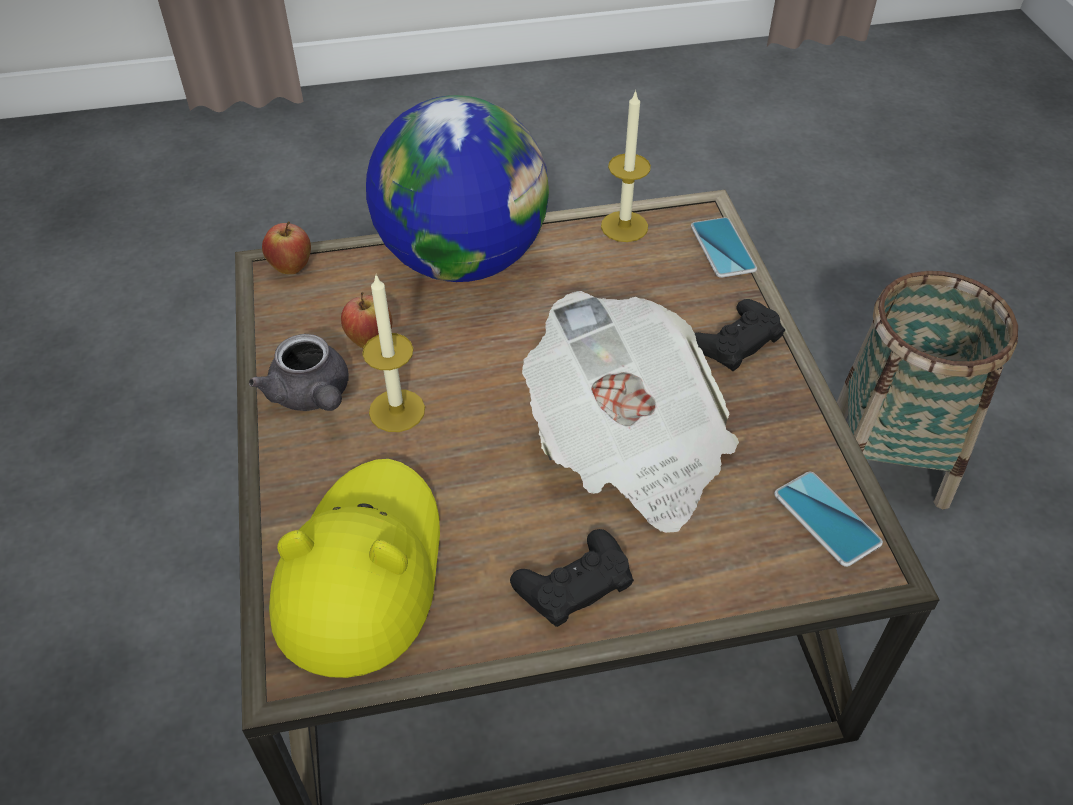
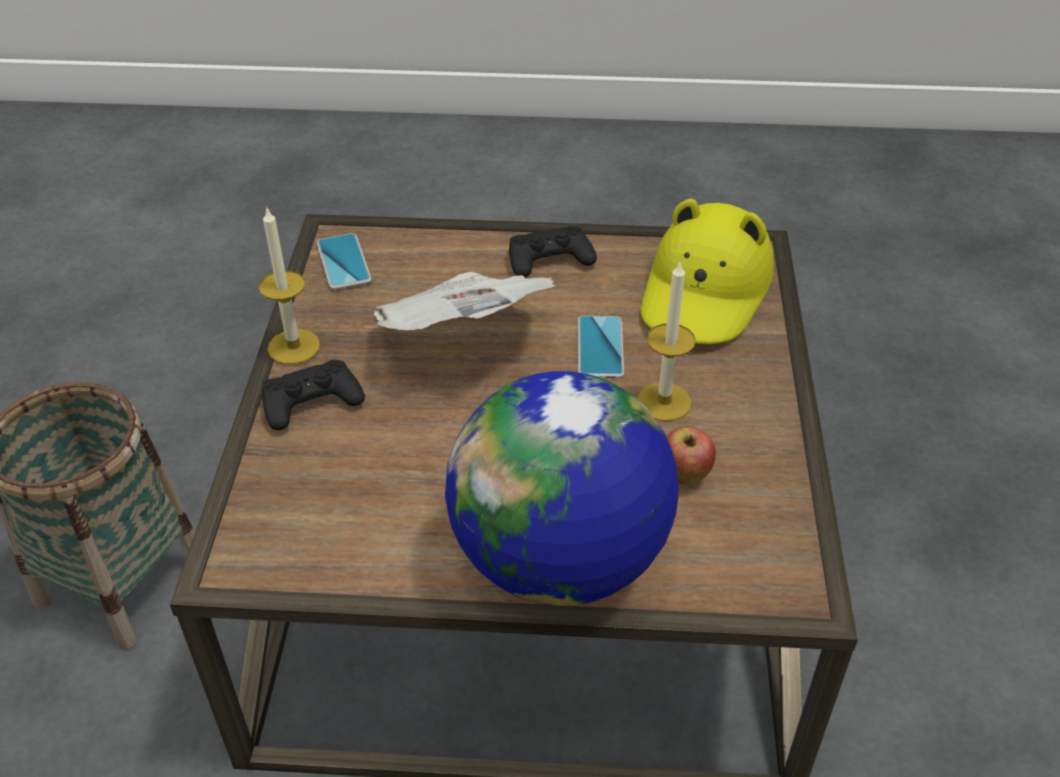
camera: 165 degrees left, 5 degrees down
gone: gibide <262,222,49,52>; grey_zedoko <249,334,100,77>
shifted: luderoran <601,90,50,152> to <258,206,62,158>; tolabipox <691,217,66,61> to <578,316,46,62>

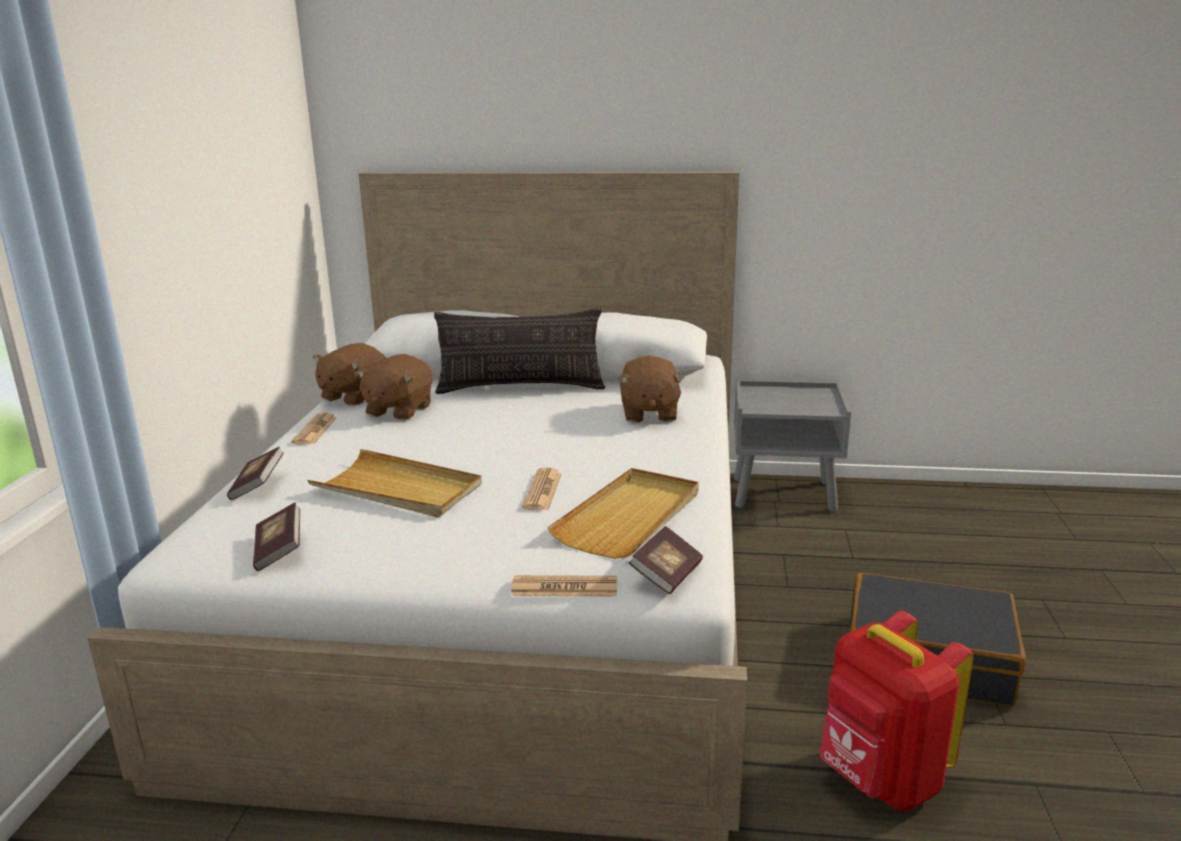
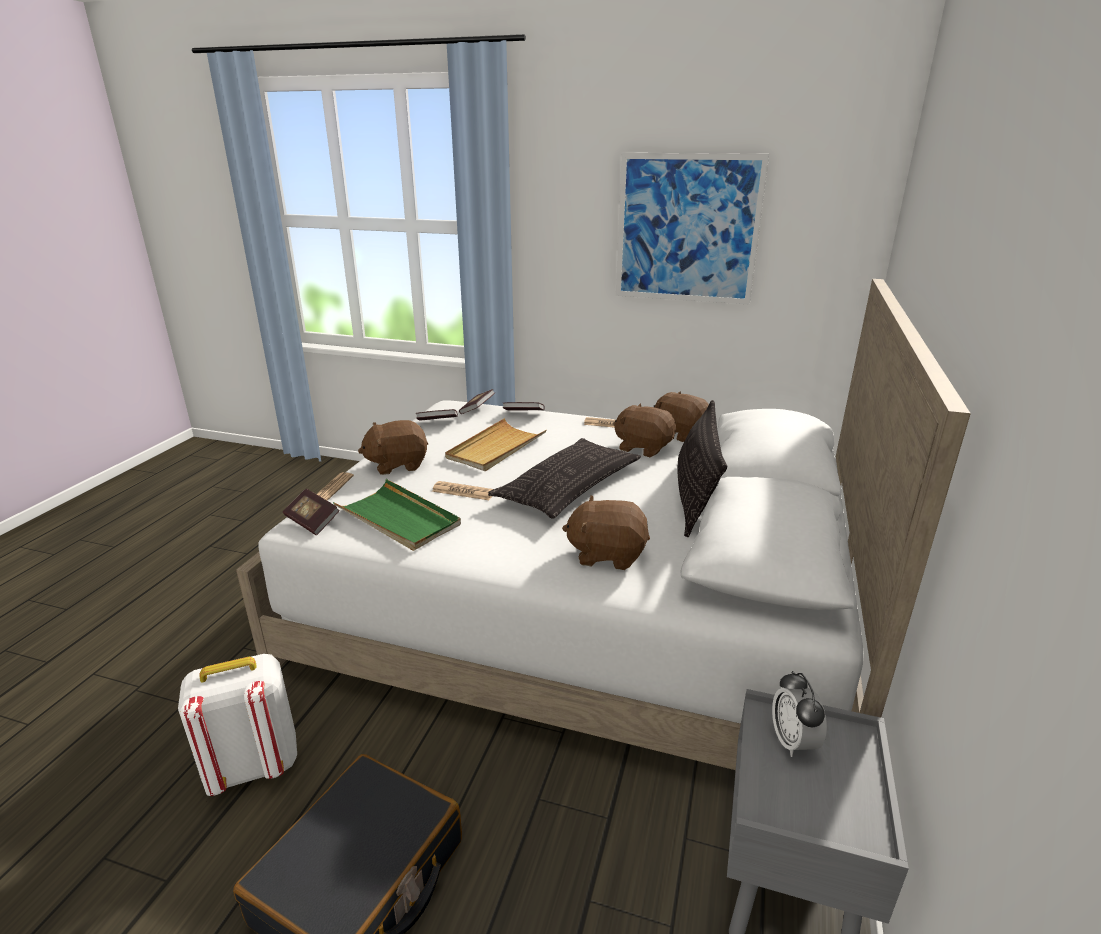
camera: 100 degrees right, 5 degrees up
new: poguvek <616,153,153,152>; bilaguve <459,389,36,25>; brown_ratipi <358,420,70,55>; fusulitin <488,438,153,81>; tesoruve <772,671,55,86>
repainted: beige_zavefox <548,468,151,91> to green_zavefox <333,479,128,72>; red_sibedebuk <820,611,154,200> to white_sibedebuk <178,654,119,142>

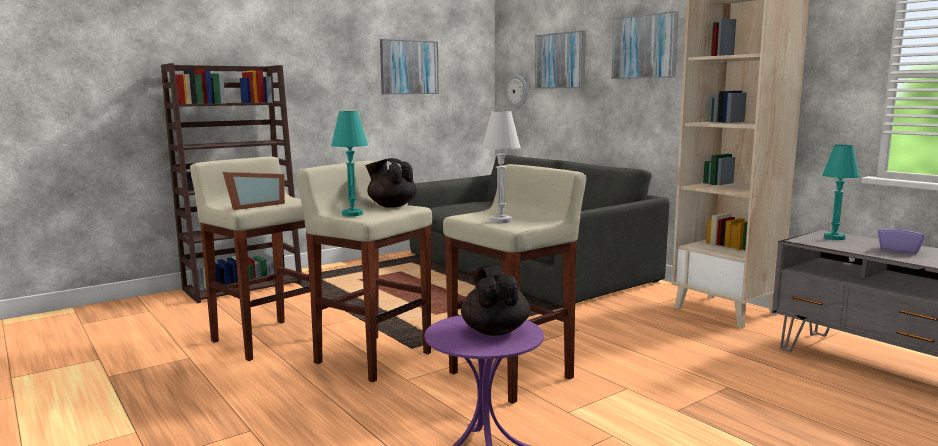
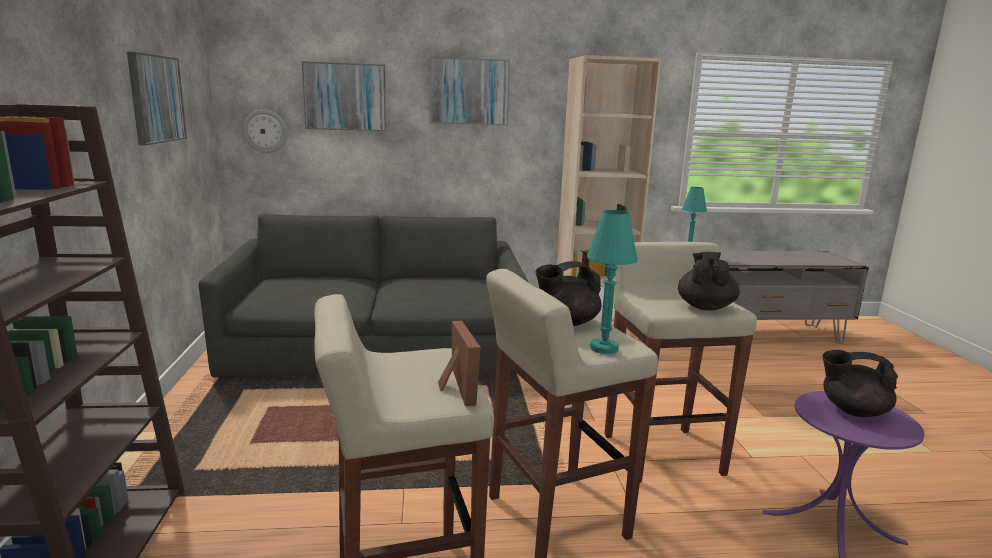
camera: 60 degrees left, 5 degrees up
gone: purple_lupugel <878,220,48,34>
swapped: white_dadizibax <482,111,39,112> to black_zedoko <678,252,62,58>

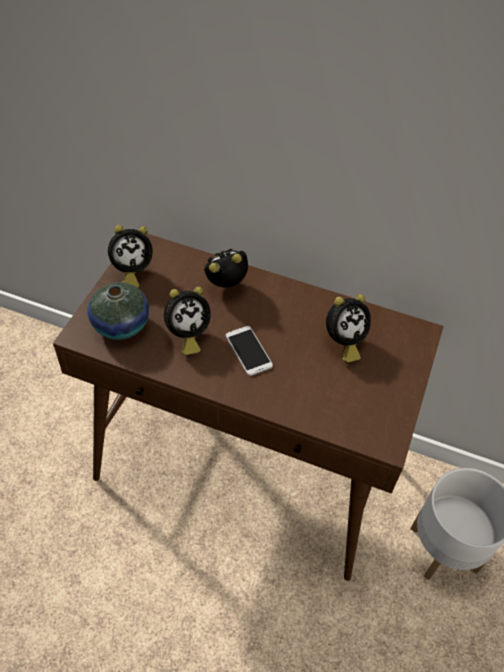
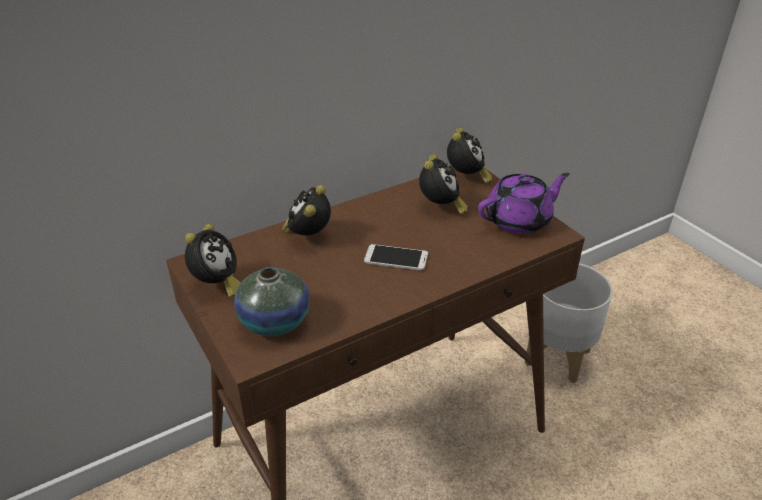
camera: 50 degrees left, 15 degrees down
new: purple_zedoko <478,173,92,61>
shifted: tesoruve <164,287,47,68> to <447,128,45,56>

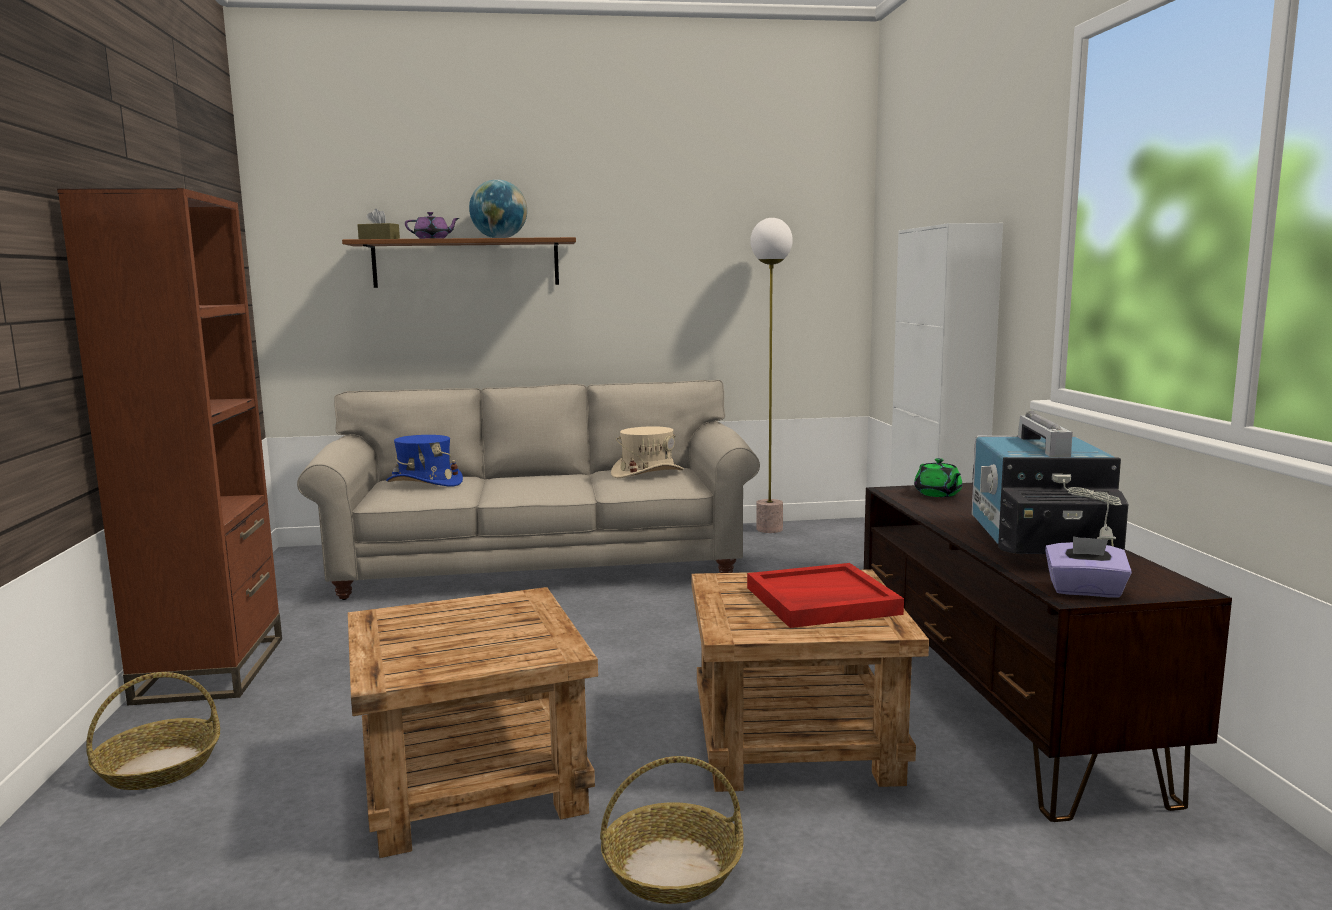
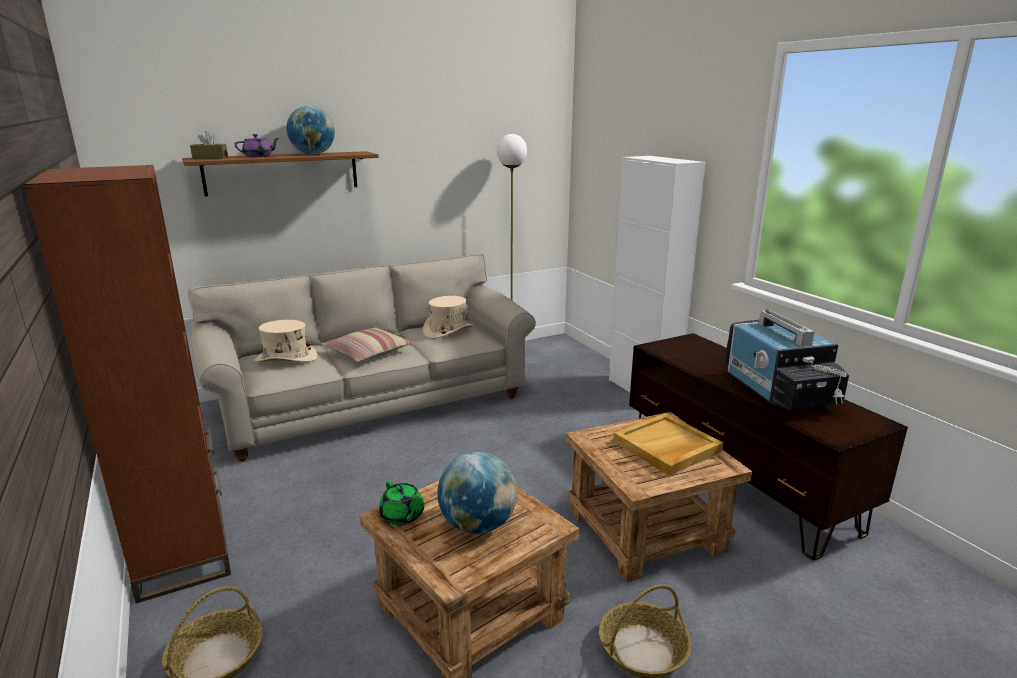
camera: 20 degrees left, 10 degrees up
gone: purple_lupugel <1045,536,87,61>
new: fusulitin <321,327,93,35>; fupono <437,452,80,82>
shifted: green_zedoko <914,458,48,39> to <379,481,45,44>
repainted: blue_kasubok <386,435,77,52> to beige_kasubok <255,320,62,42>; red_zavefox <747,563,157,65> to beige_zavefox <613,413,110,63>

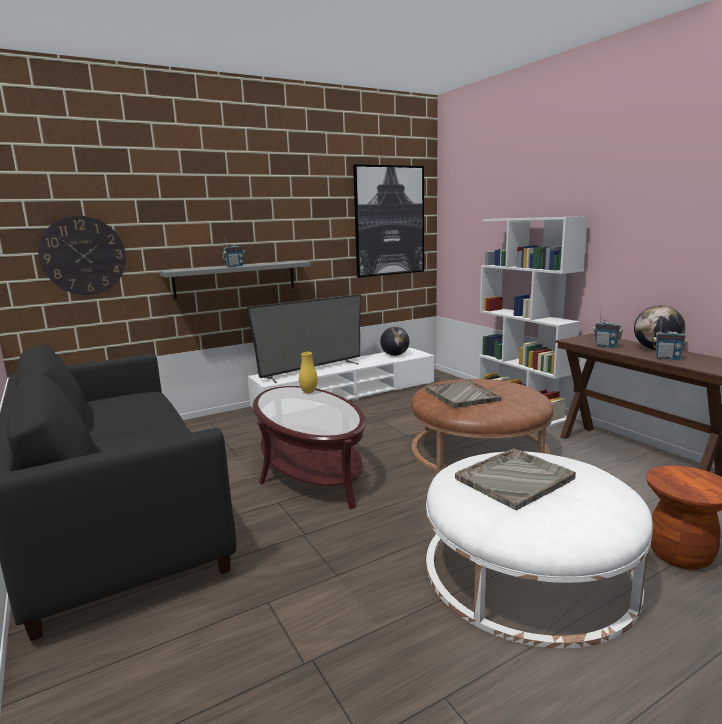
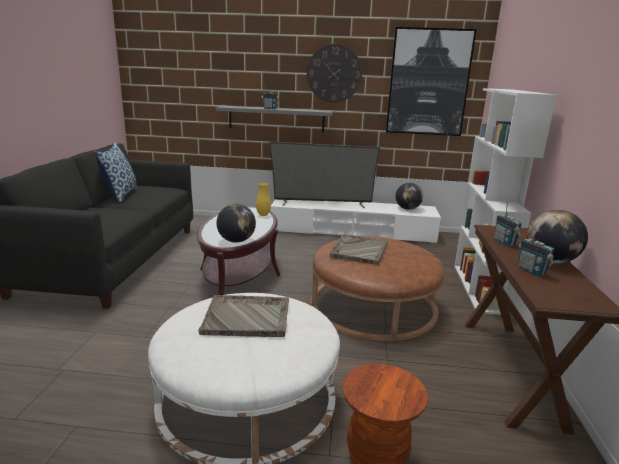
camera: 35 degrees right, 5 degrees up
new: fusulitin <94,142,43,60>; fupono <217,204,39,39>
shifted: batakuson <38,216,88,79> to <307,44,55,59>

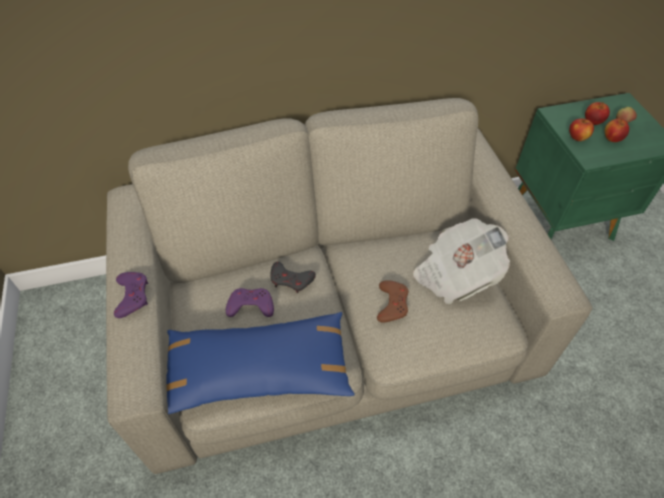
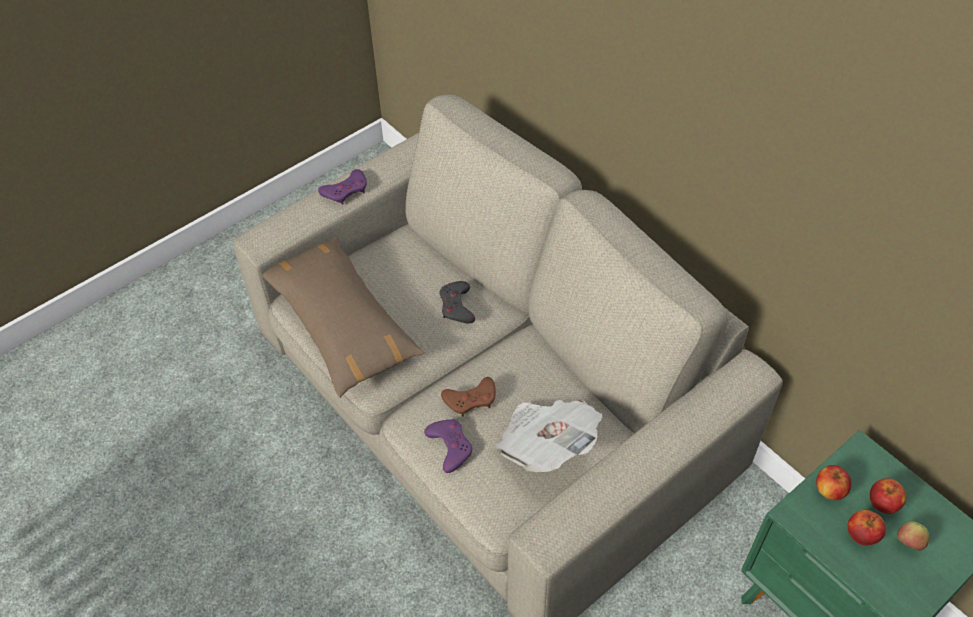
camera: 65 degrees right, 0 degrees up
shifted: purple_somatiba <226,288,48,29> to <424,420,49,53>
repainted: blue_fusulitin <166,312,189,102> to brown_fusulitin <262,236,163,162>

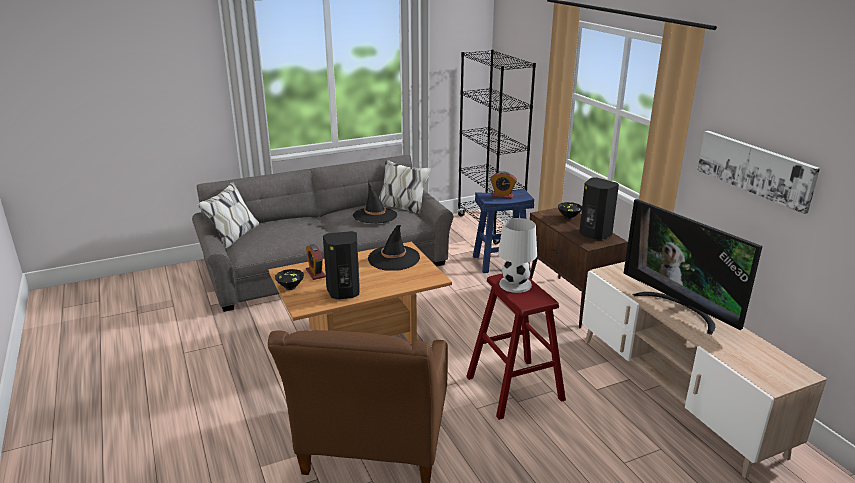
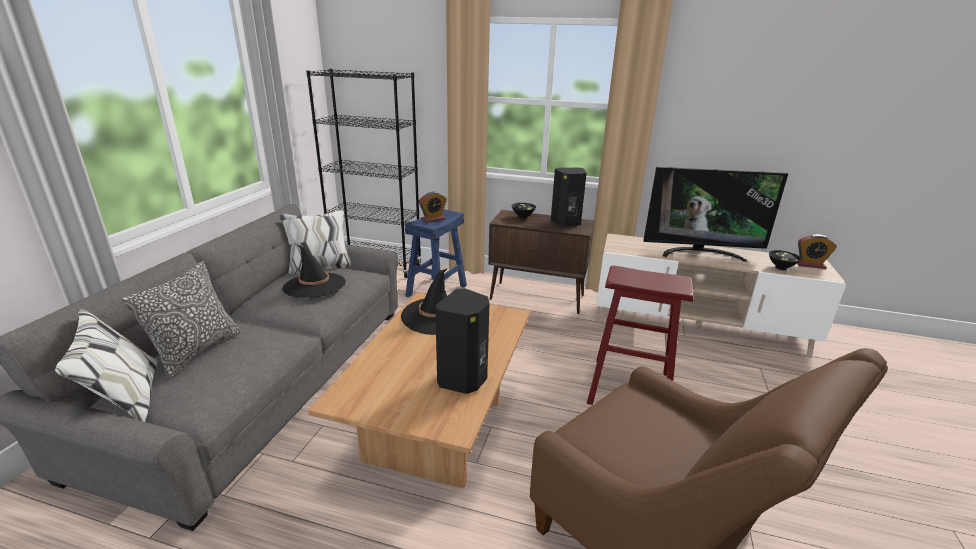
camera: 50 degrees left, 0 degrees up
gone: poguvek <697,131,123,83>; white_dadizibax <498,218,39,75>
new: fusulitin <122,261,118,118>
shifted: tesoruve <306,244,20,36> to <797,234,40,35>; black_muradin <275,269,29,21> to <769,250,32,20>

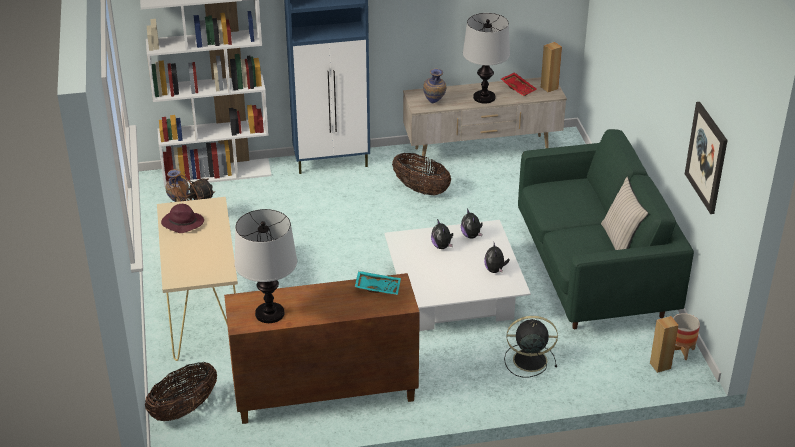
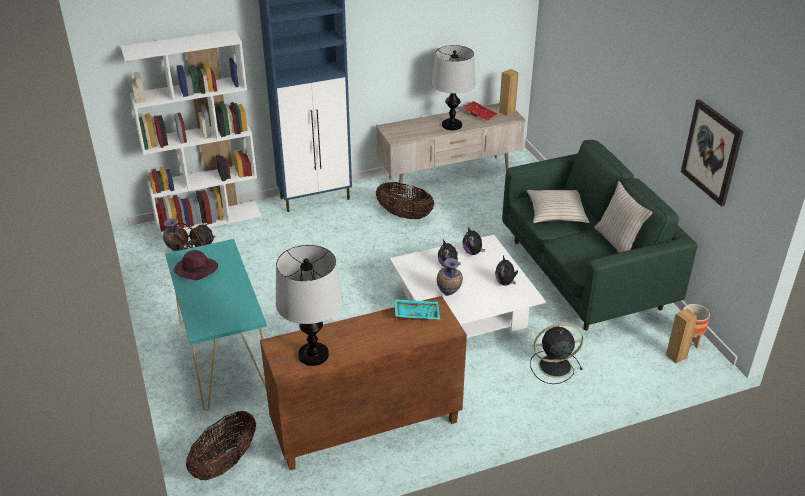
camera: 10 degrees left, 0 degrees up
new: beige_fusulitin <527,190,63,33>
shifted: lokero <423,68,23,35> to <437,258,26,38>
repainted: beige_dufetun <157,197,81,164> to turquoise_dufetun <165,239,102,172>

